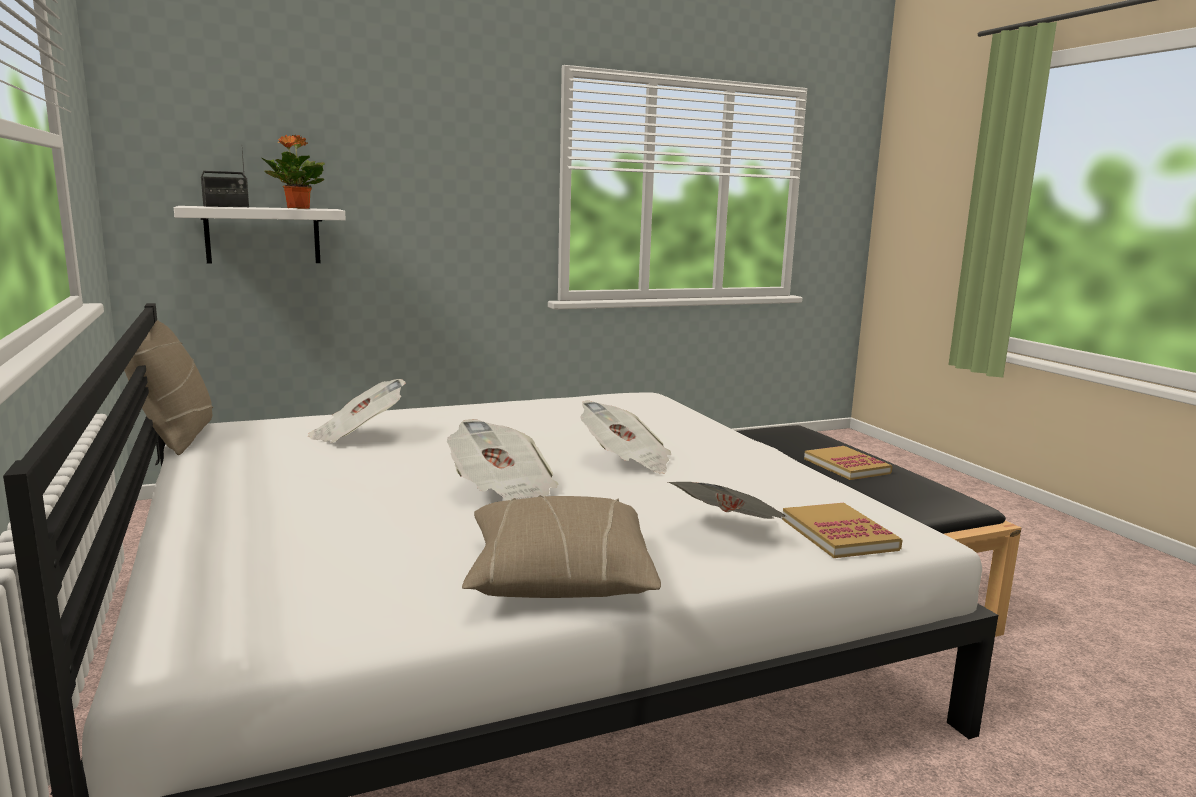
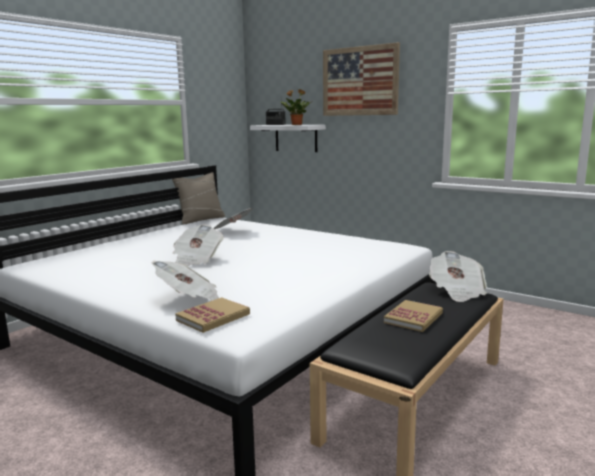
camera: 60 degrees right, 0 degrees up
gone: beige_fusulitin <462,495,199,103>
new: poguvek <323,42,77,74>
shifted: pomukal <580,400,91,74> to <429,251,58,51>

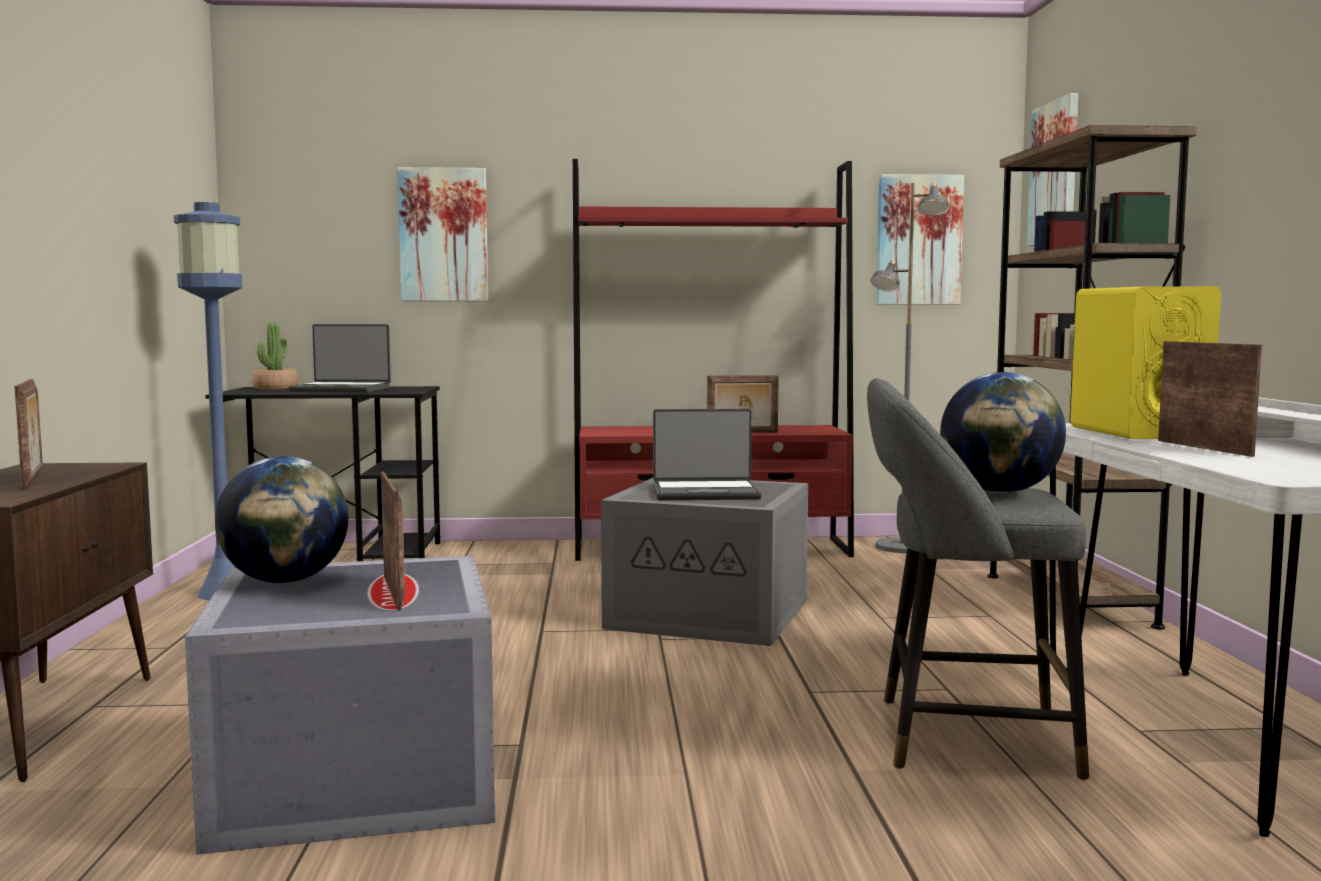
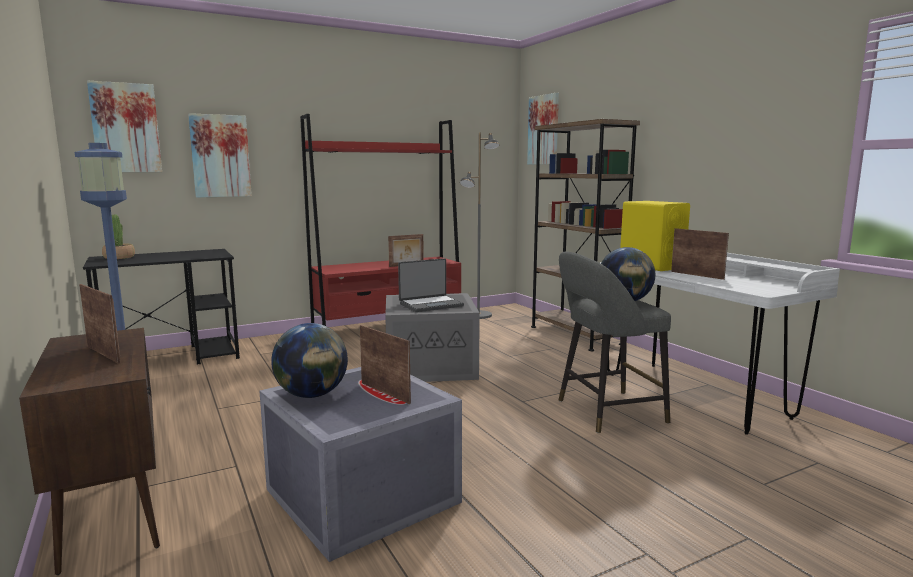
camera: 25 degrees left, 5 degrees up
gone: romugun <289,324,102,69>
shifted: poguvek <876,174,88,131> to <87,80,75,92>

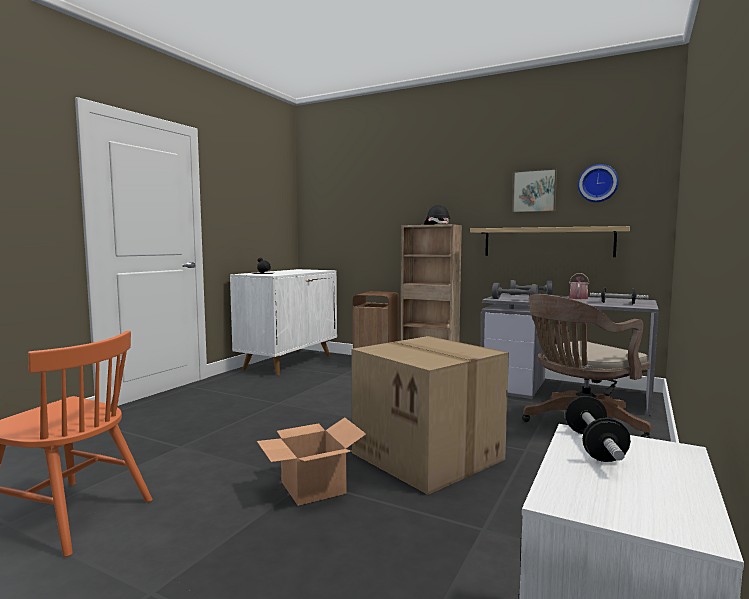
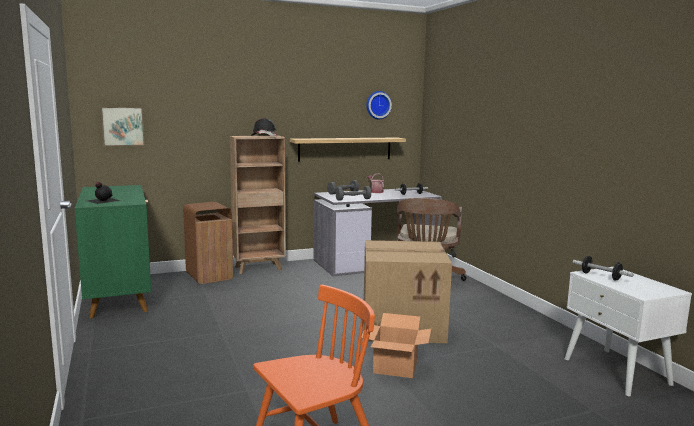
camera: 50 degrees left, 5 degrees up
shifted: poguvek <512,169,45,44> to <101,107,44,39>
repainted: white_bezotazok <230,269,107,106> to green_bezotazok <75,185,76,133>

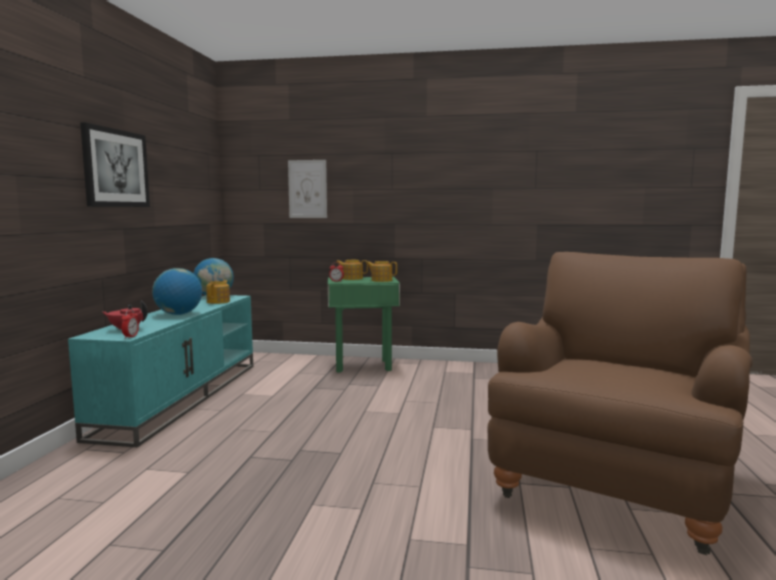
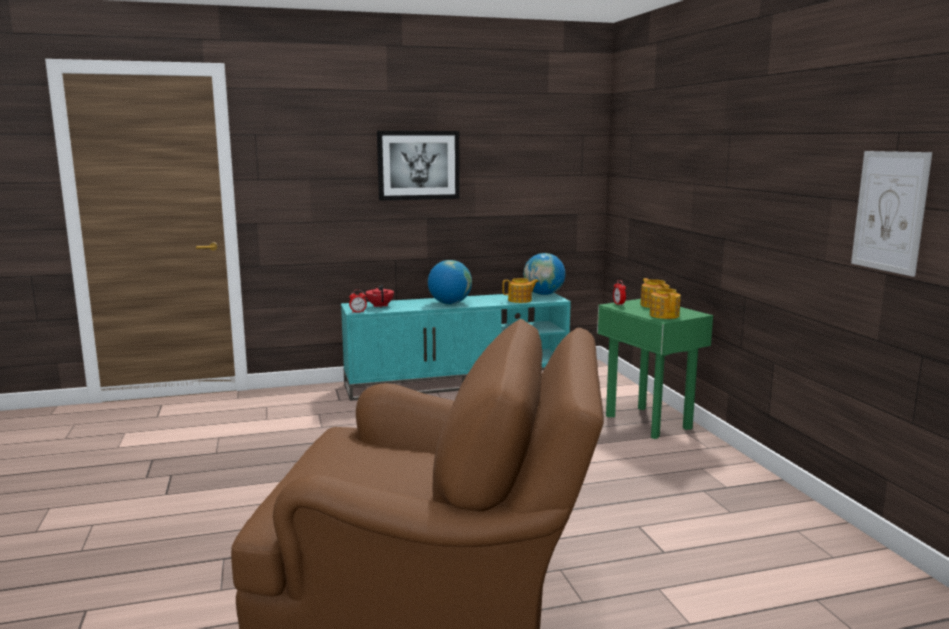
camera: 65 degrees right, 5 degrees up
shifted: poguvek <288,160,39,58> to <851,151,81,126>

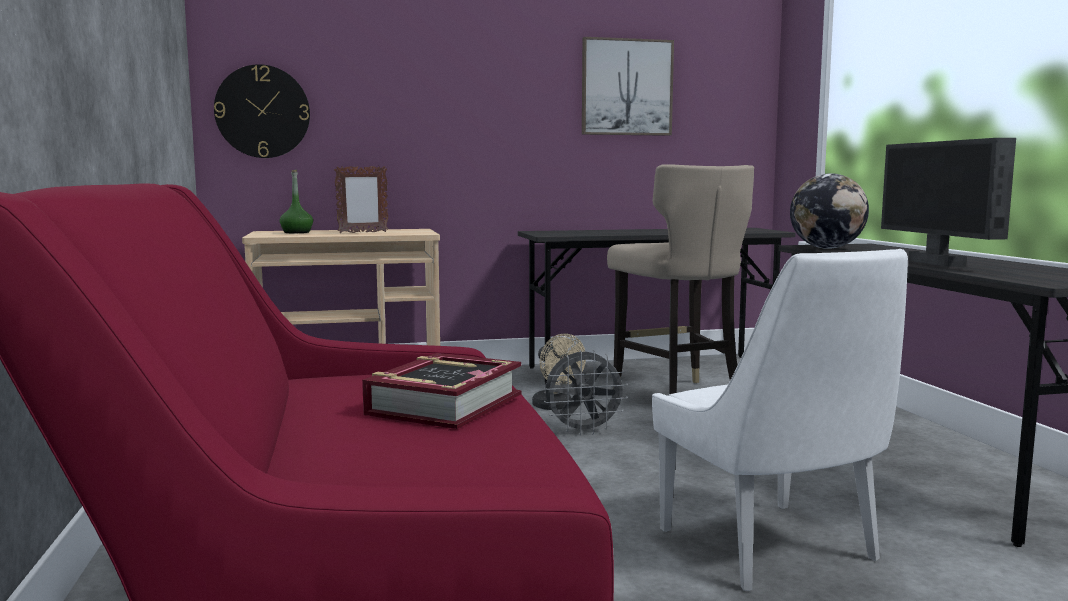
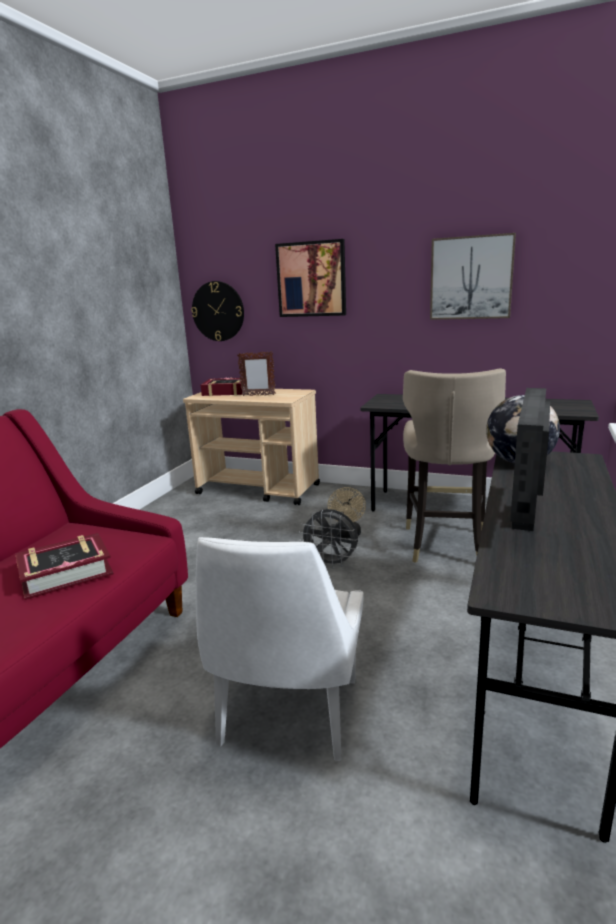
camera: 35 degrees right, 10 degrees up
new: poguvek <275,239,71,78>
swapped: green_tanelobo <279,170,34,63> to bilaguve <201,377,44,19>

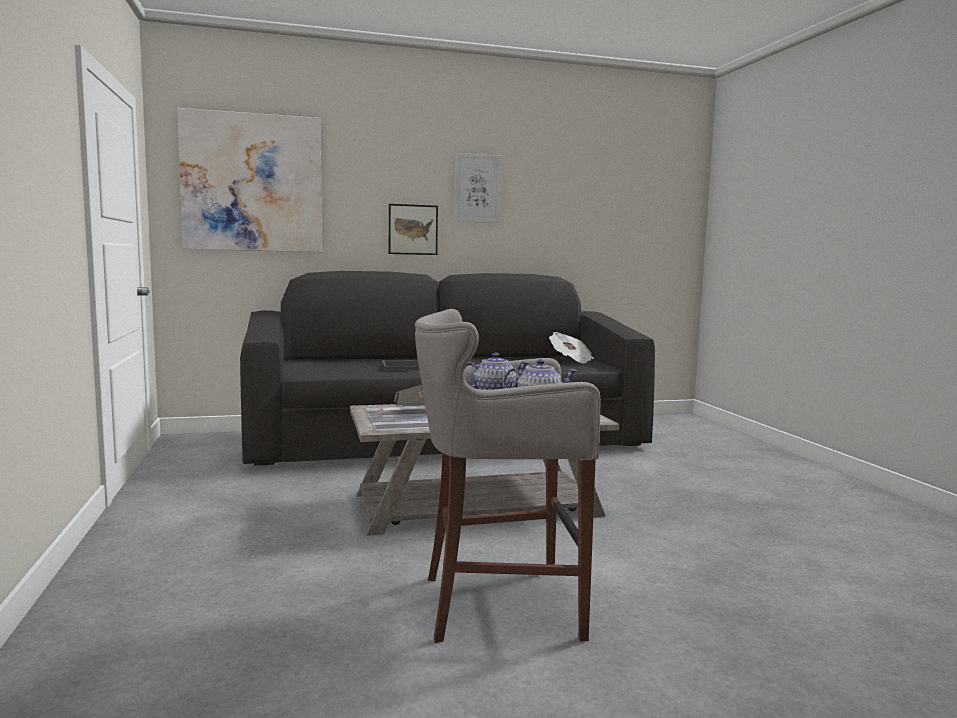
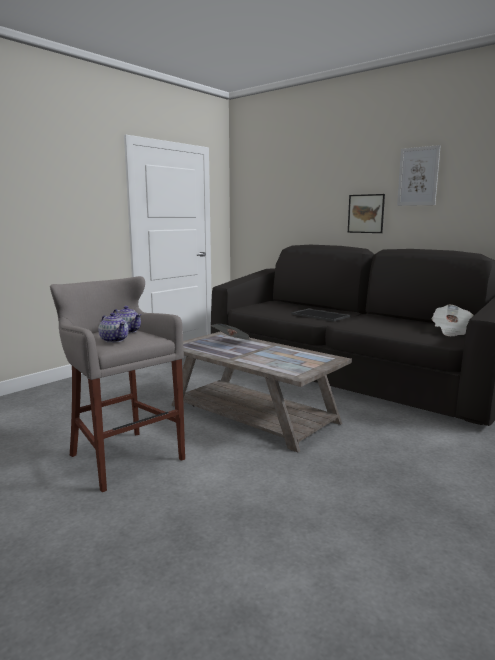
camera: 55 degrees right, 5 degrees up
gone: poguvek <177,108,145,144>

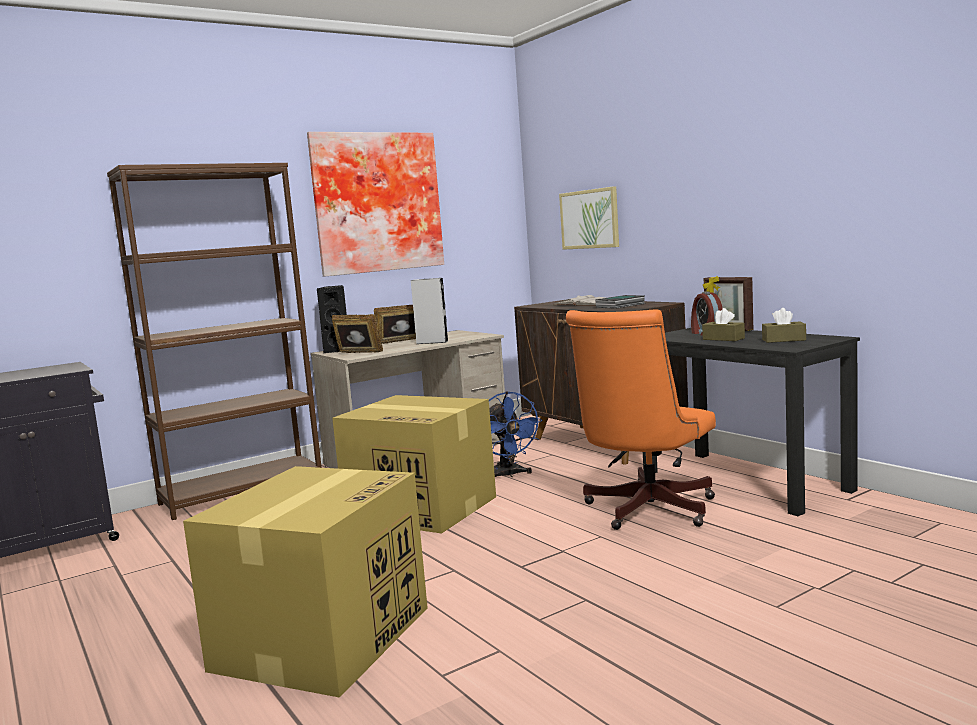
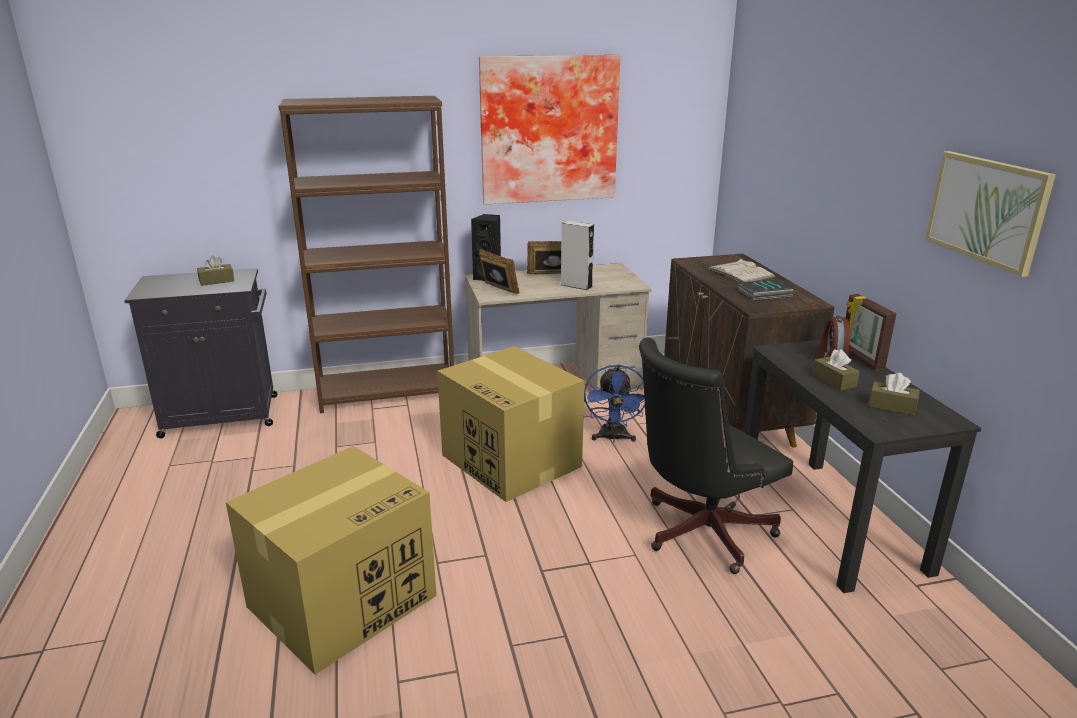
camera: 20 degrees right, 15 degrees up
new: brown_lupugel <197,255,37,31>
shifted: poguvek <559,186,60,64> to <925,151,131,126>
repainted: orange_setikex <566,310,150,220> to black_setikex <639,338,154,236>

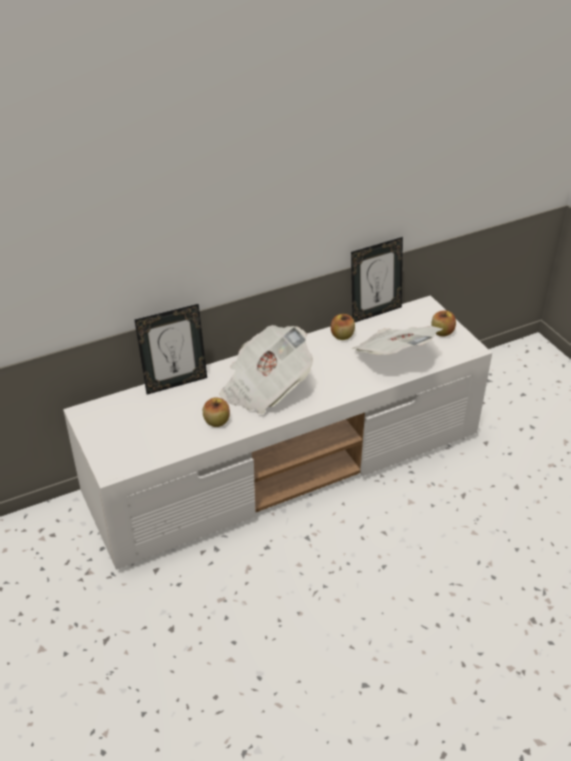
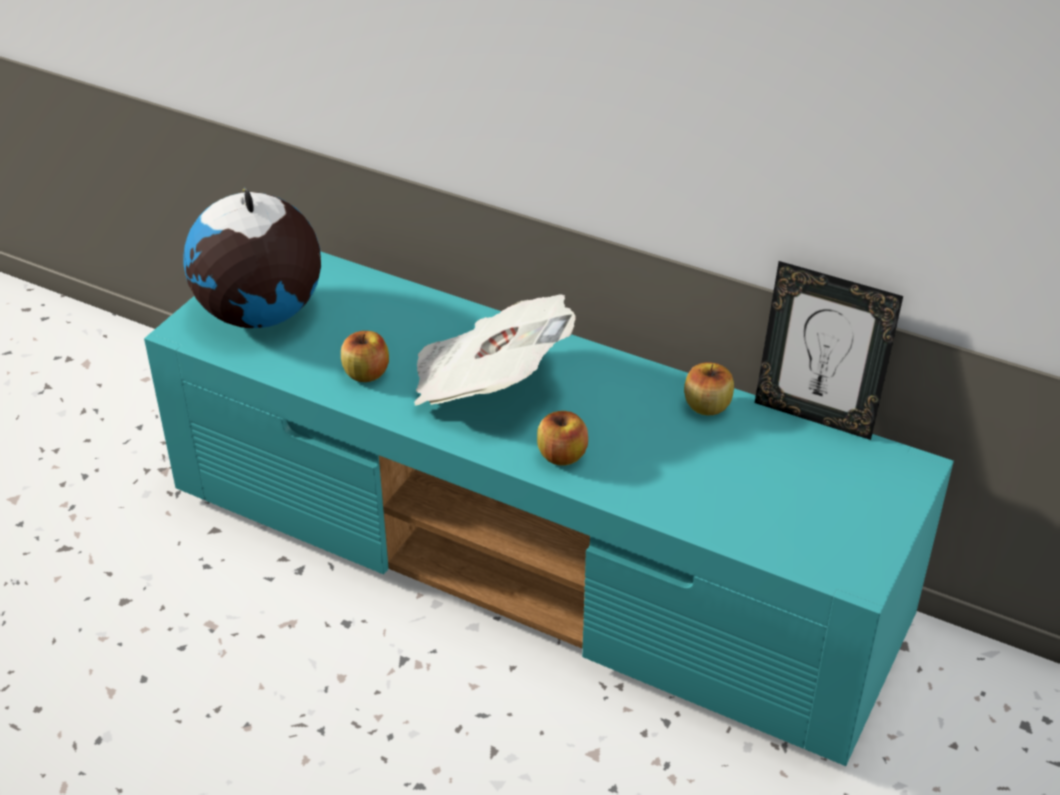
camera: 55 degrees right, 0 degrees up
gone: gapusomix <134,304,73,91>; pomukal <352,326,91,29>
new: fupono <183,187,138,141>
shifted: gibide <431,311,25,26> to <537,411,51,55>
repainted: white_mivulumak <63,295,429,275> to turquoise_mivulumak <144,251,810,515>

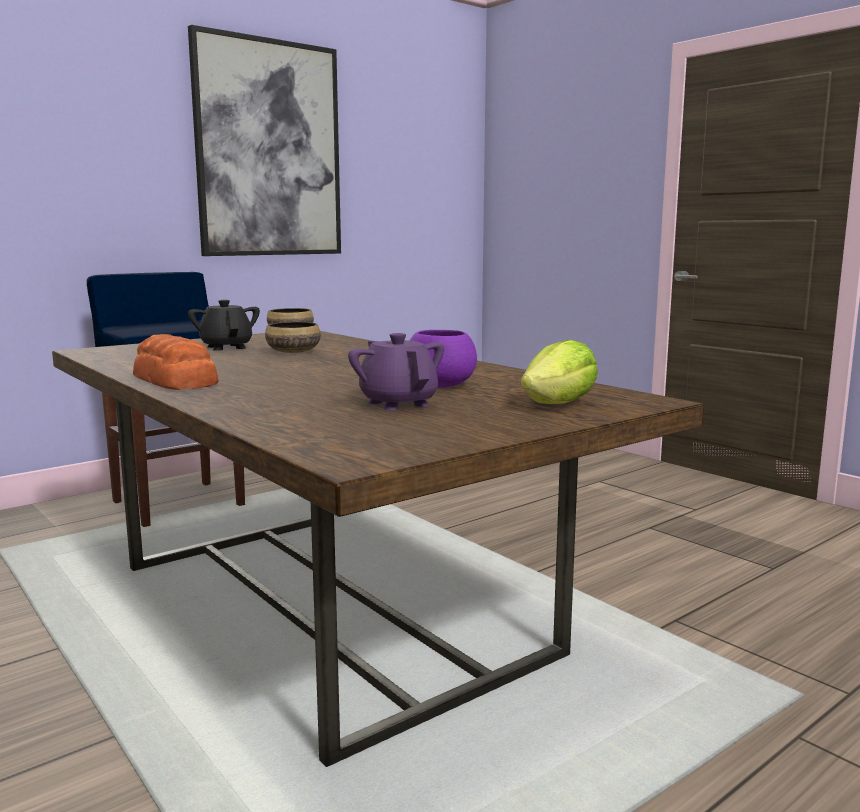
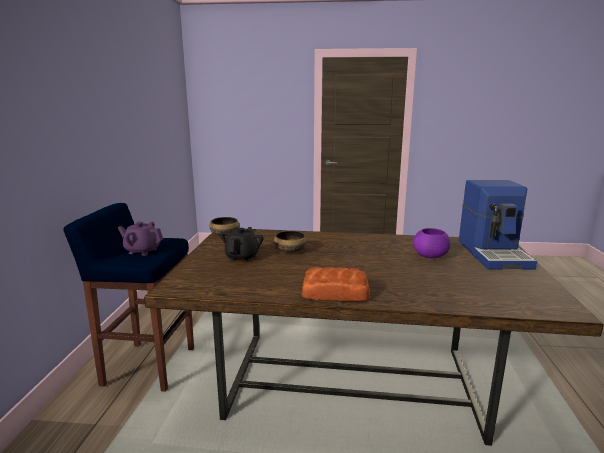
camera: 45 degrees left, 5 degrees up
gone: poguvek <188,25,153,231>
shifted: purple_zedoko <348,333,96,78> to <118,222,45,34>
swapped: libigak <521,340,77,64> to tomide <459,180,78,90>
rotated: black_zedoko <188,300,72,51> = <220,227,44,35> 90 degrees clockwise

